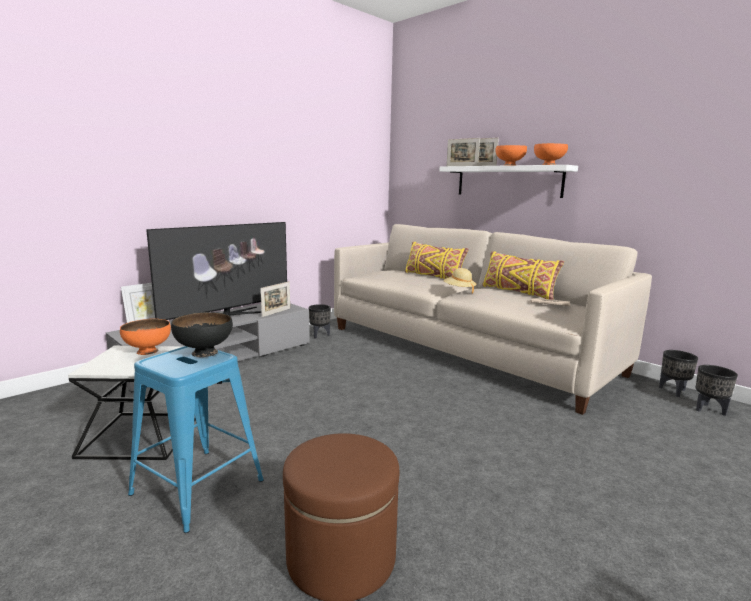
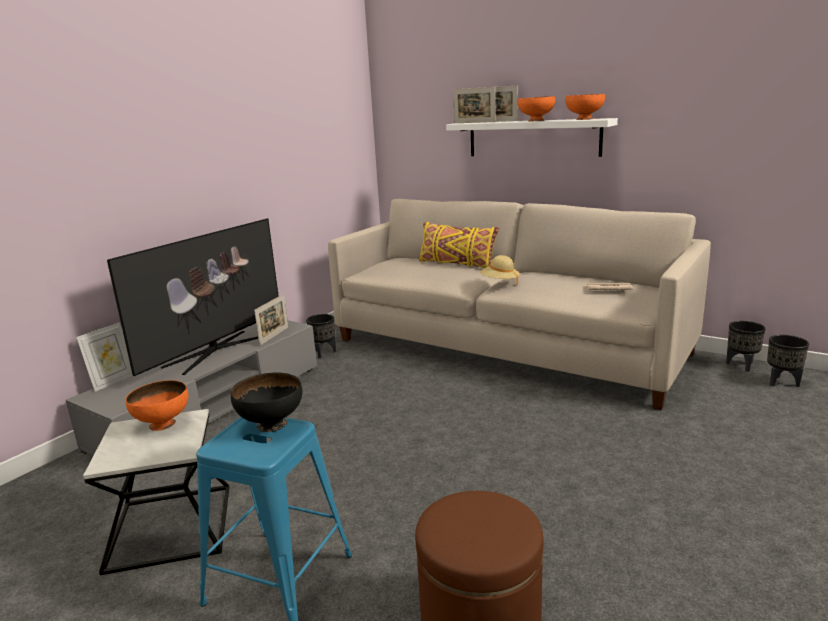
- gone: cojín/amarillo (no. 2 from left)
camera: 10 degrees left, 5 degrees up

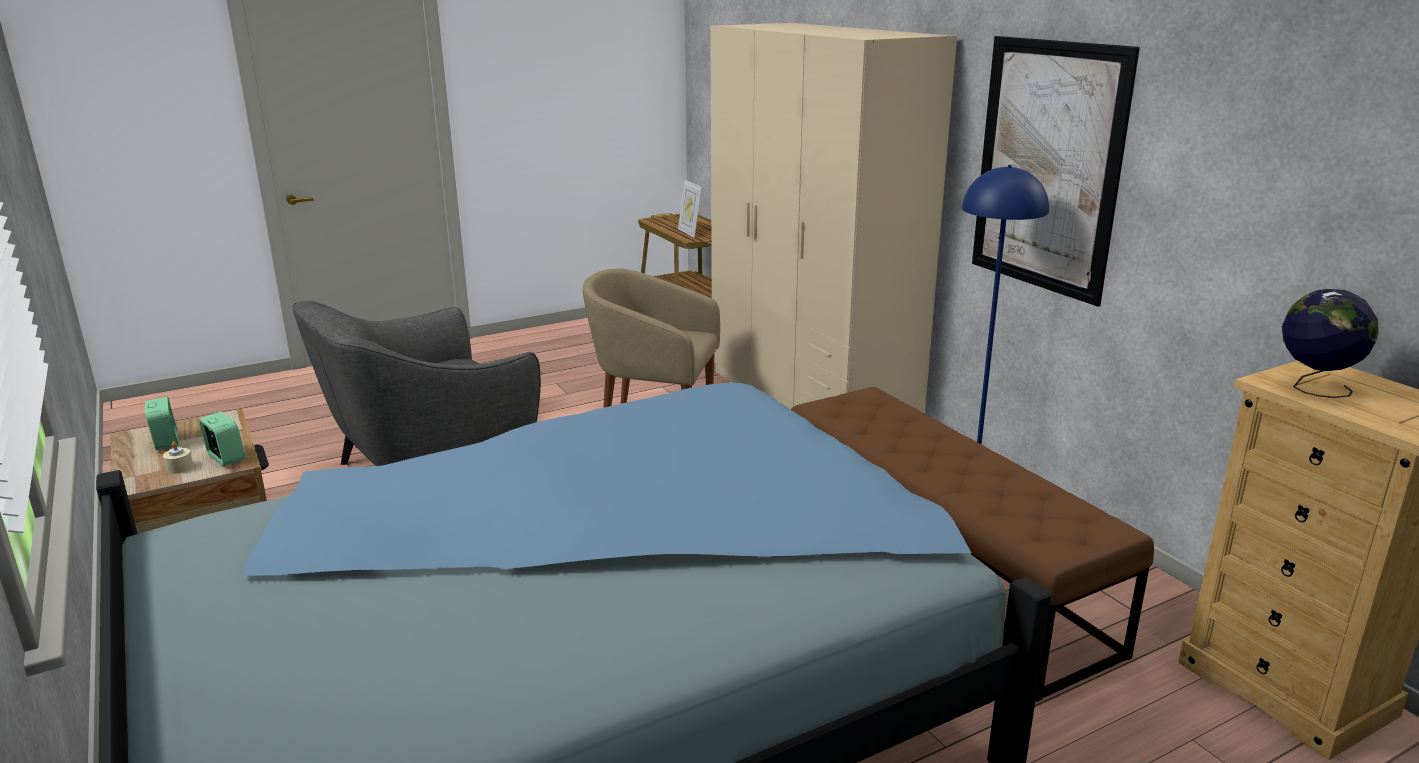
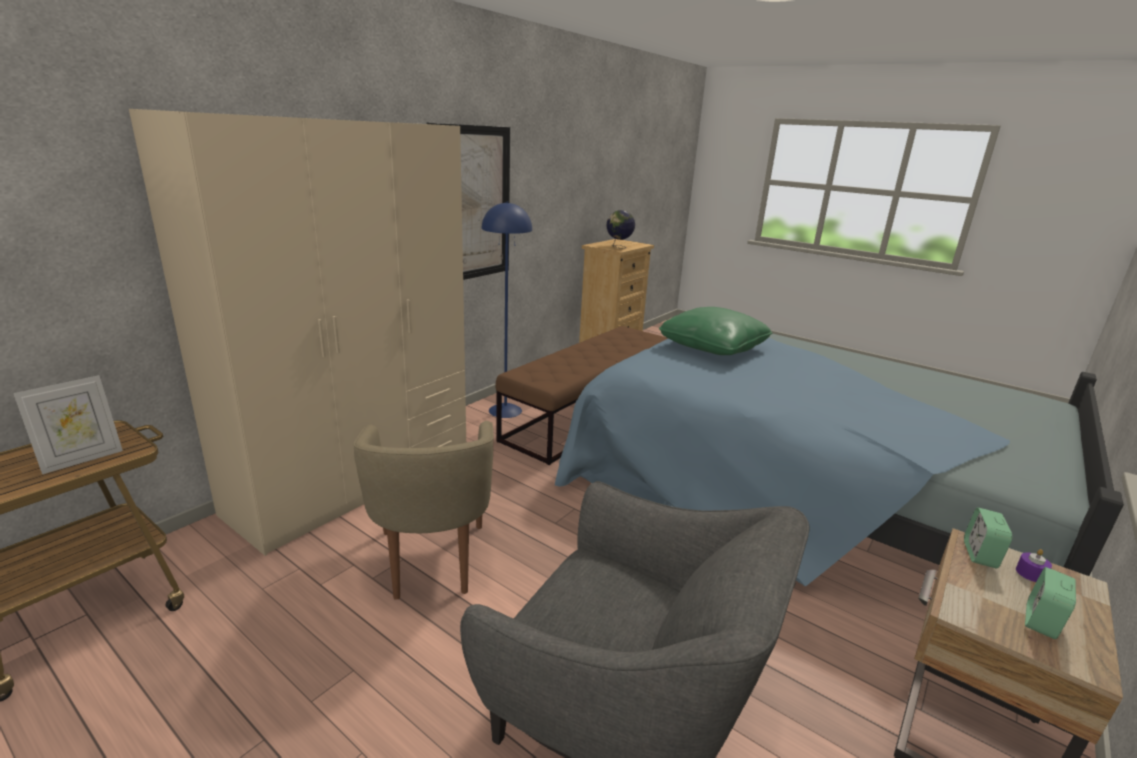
- repainted: vela/beis to vela/morado
- new: cojín/verde
camera: 115 degrees left, 0 degrees up

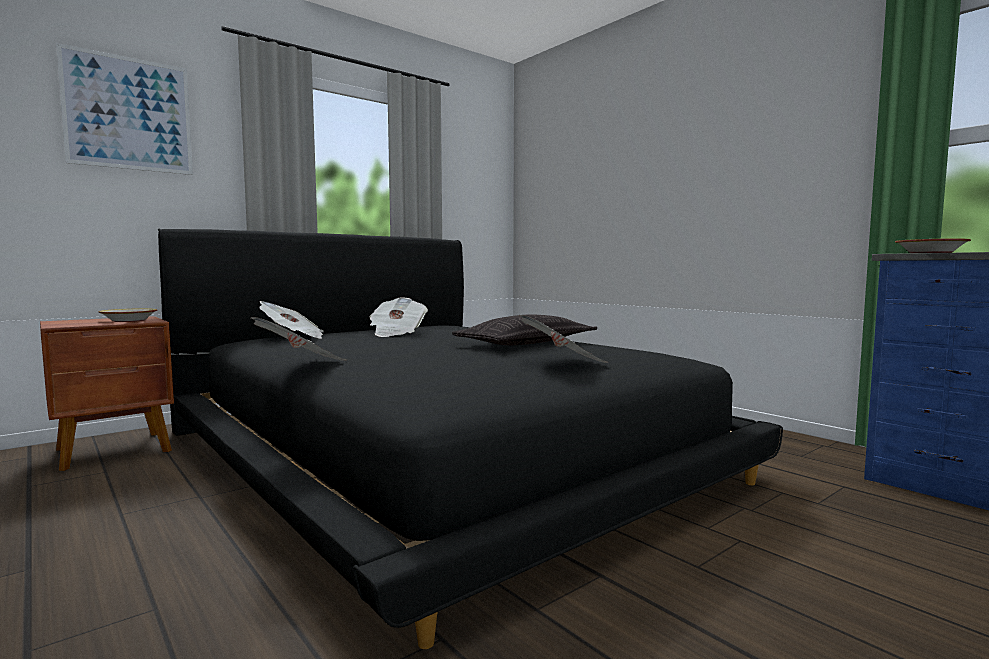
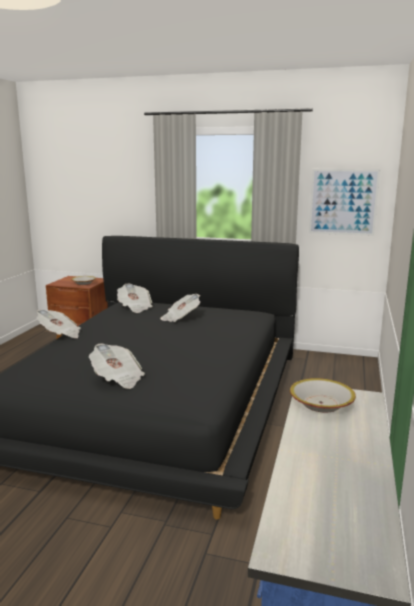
- shifted: cuadro
- gone: cojín
camera: 55 degrees right, 10 degrees up

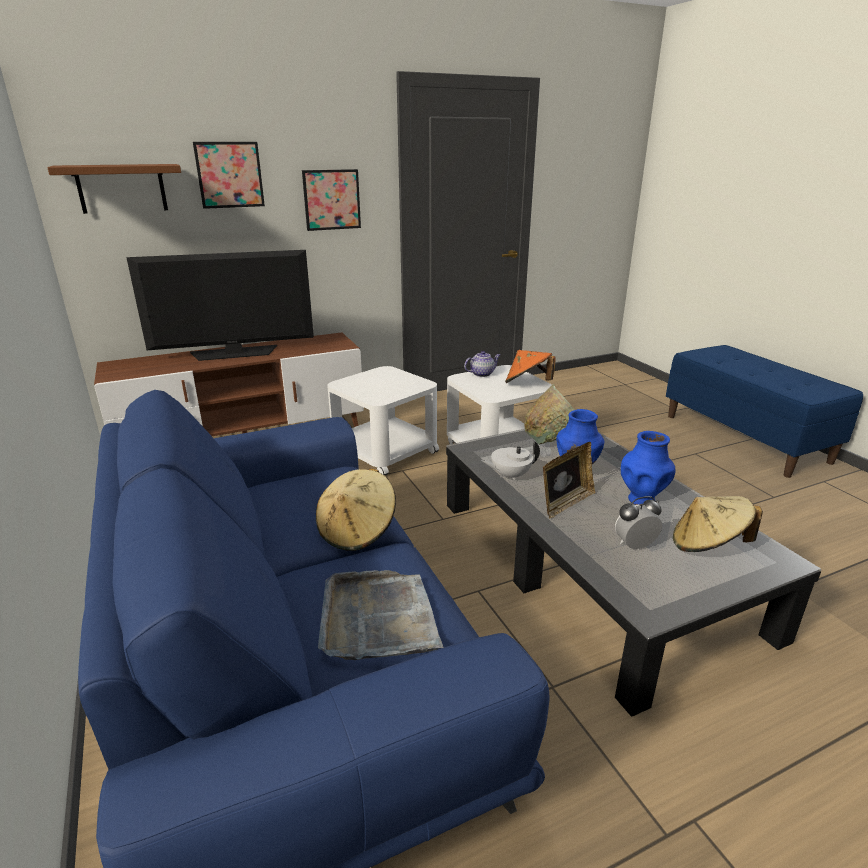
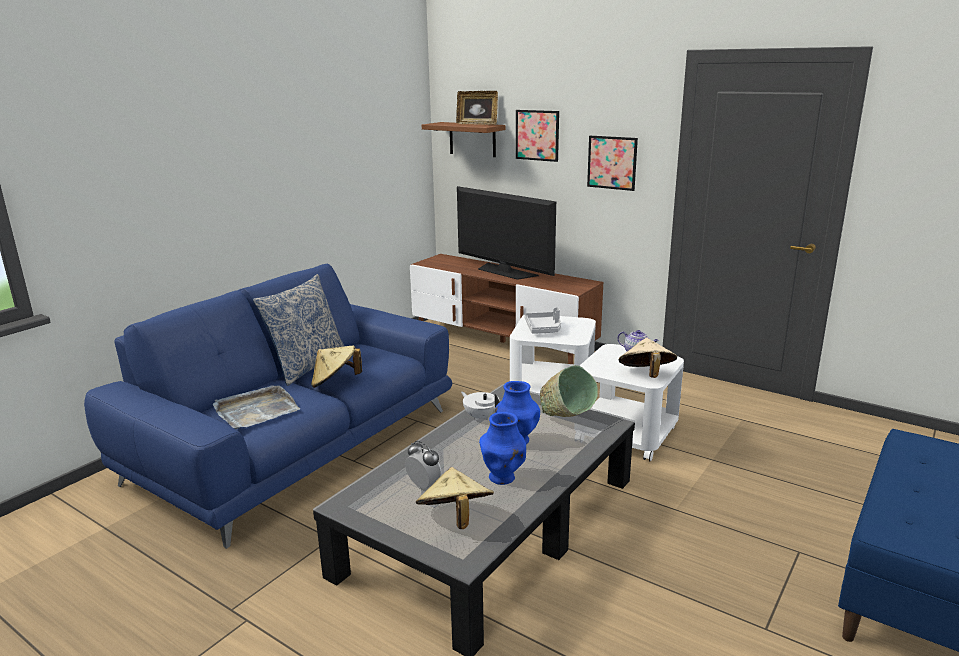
- repainted: sombrero/naranja to sombrero/beis (no. 3 from left)
- shifted: portarretratos
- new: cojín
- new: bandeja/gris (no. 2 from left)
camera: 60 degrees right, 5 degrees down

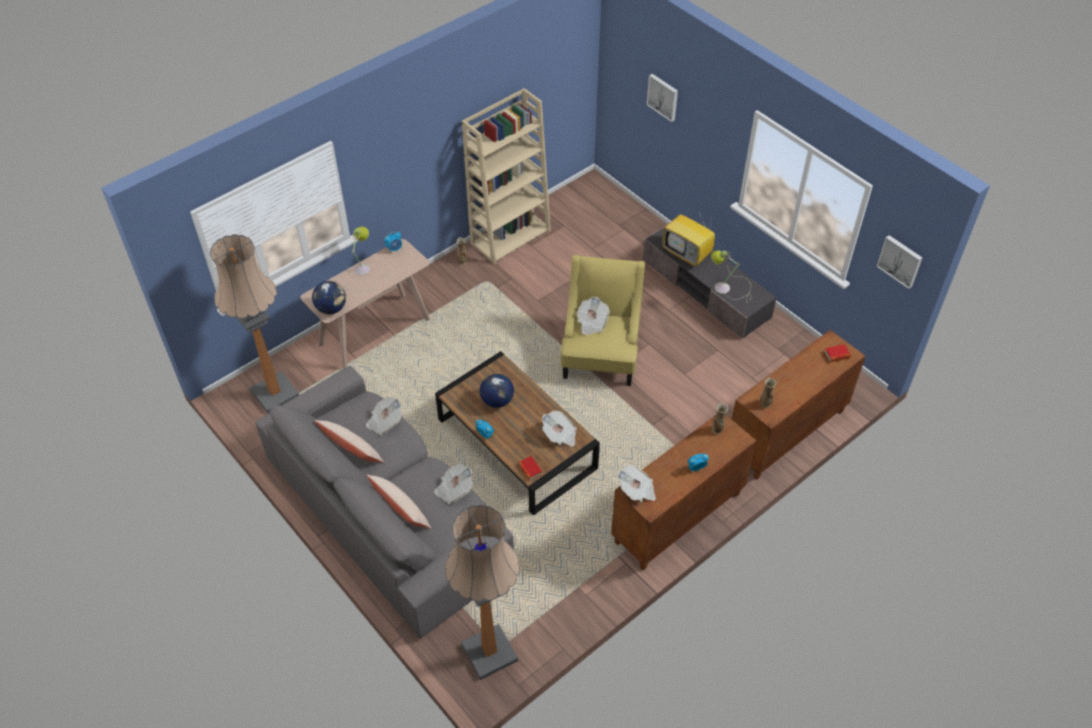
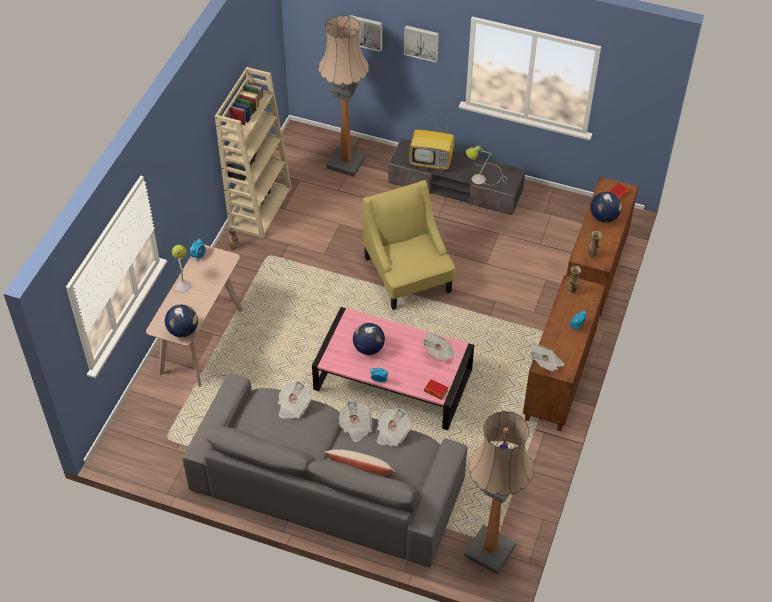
- shifted: lámpara de pie (no. 1 from left)
- shifted: cuadro (no. 2 from left)
- shifted: periódico (no. 4 from left in the first image) to periódico (no. 2 from left)
- repainted: mesa de centro/marrón to mesa de centro/rosa
- gone: cojín/beis (no. 1 from left)
- new: globo terráqueo (no. 3 from left)
camera: 30 degrees left, 0 degrees up

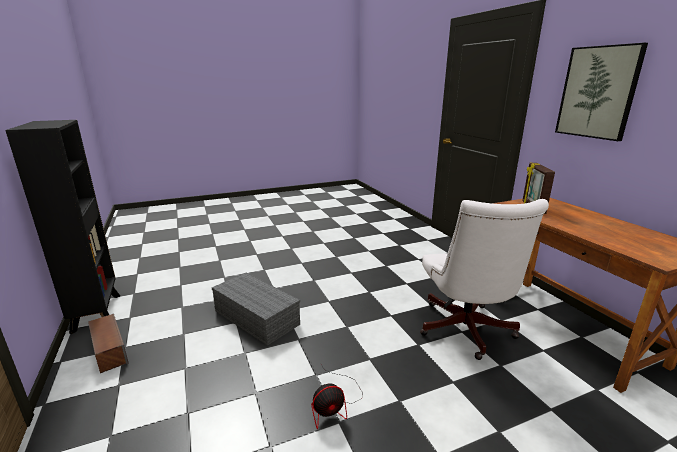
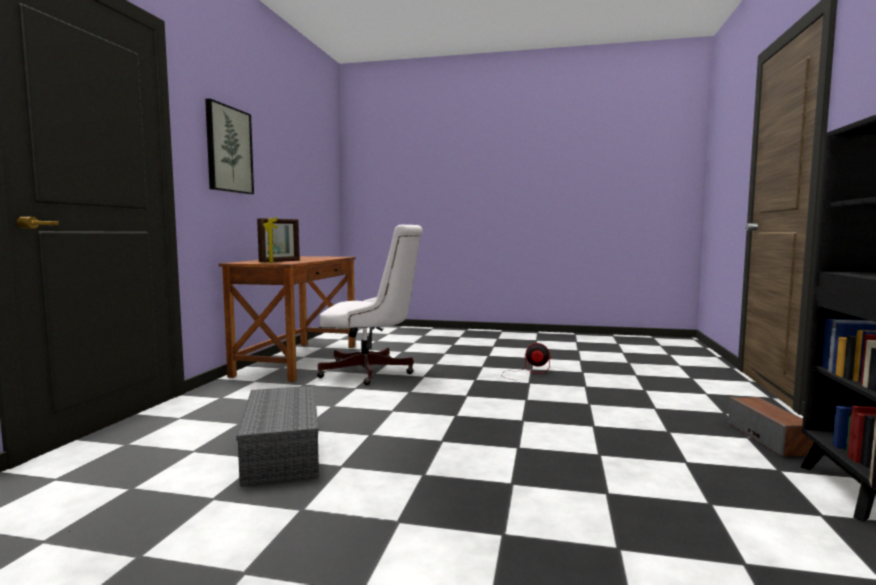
- rotated: silla de oficina/blanco 60 degrees clockwise
- shifted: caja de almacenaje/gris
camera: 145 degrees left, 15 degrees down

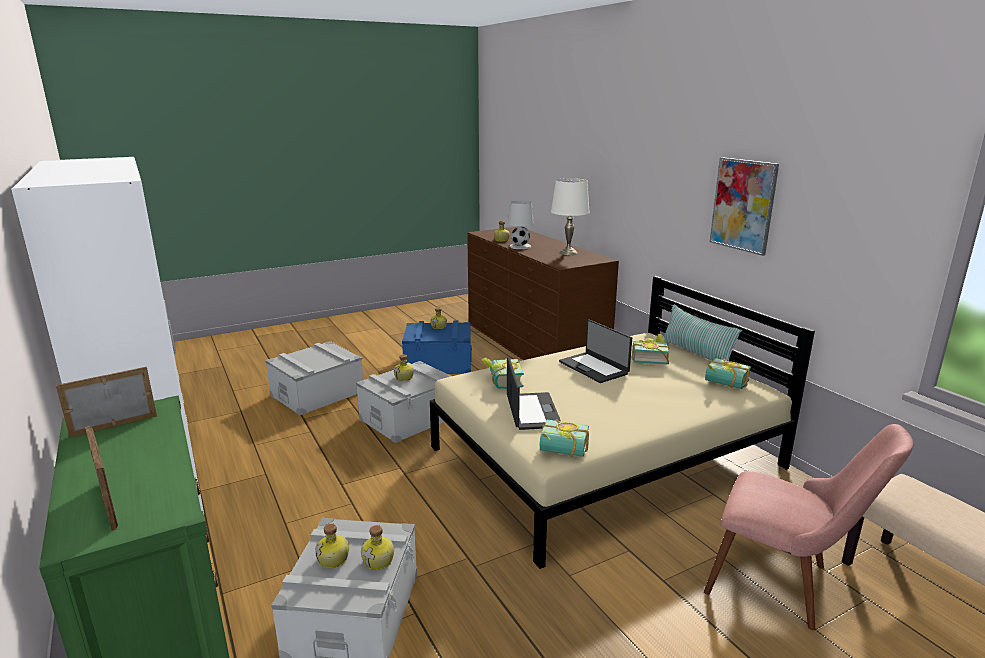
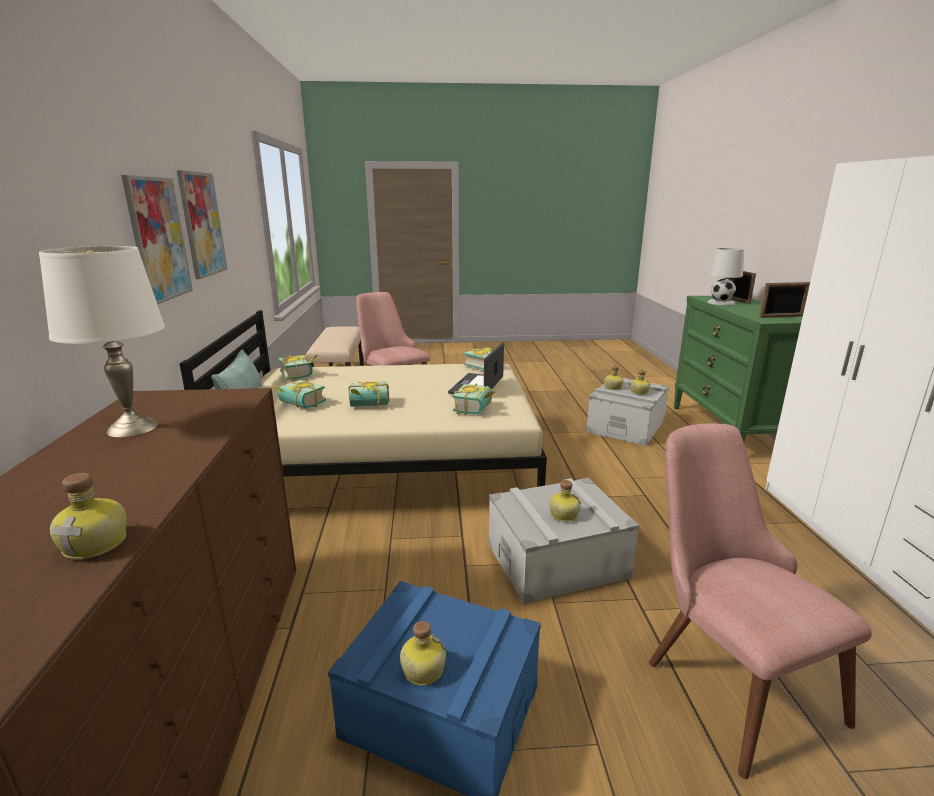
- shifted: lámpara de mesa/blanco (no. 1 from left in the first image) to lámpara de mesa/blanco (no. 2 from left)
- swapped: portátil (no. 2 from left) to libro (no. 3 from left)
- swapped: caja de almacenaje/gris (no. 1 from left) to silla/rosa (no. 2 from left)
- new: cuadro (no. 1 from left)
camera: 155 degrees left, 0 degrees up

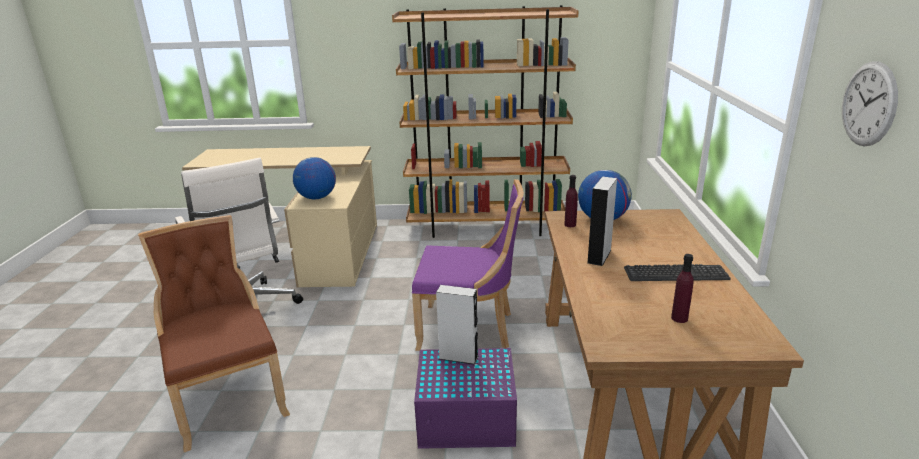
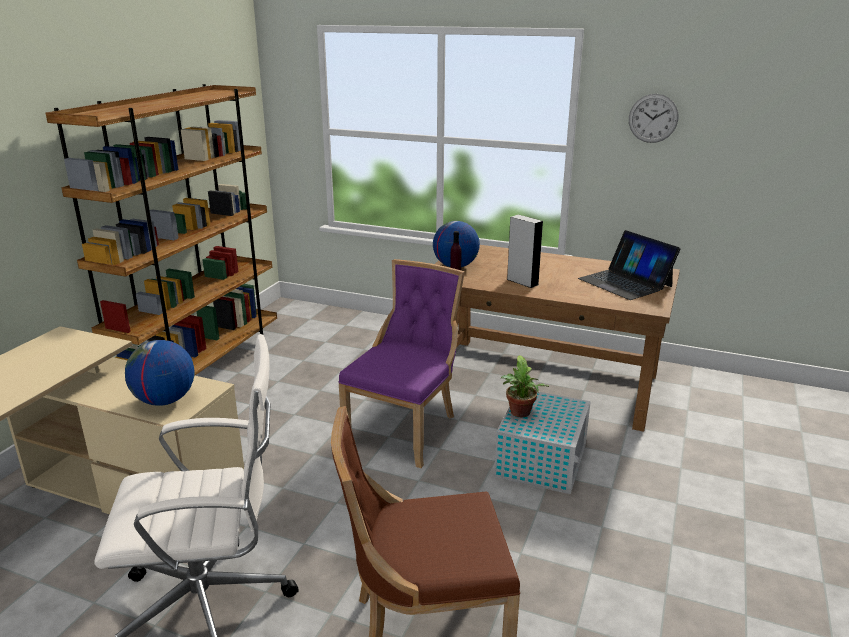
- swapped: botella/morado (no. 2 from left) to portátil
- gone: teclado
- swapped: altavoz/gris (no. 1 from left) to planta en maceta
- repainted: caja de almacenaje/morado to caja de almacenaje/blanco
camera: 70 degrees left, 0 degrees up

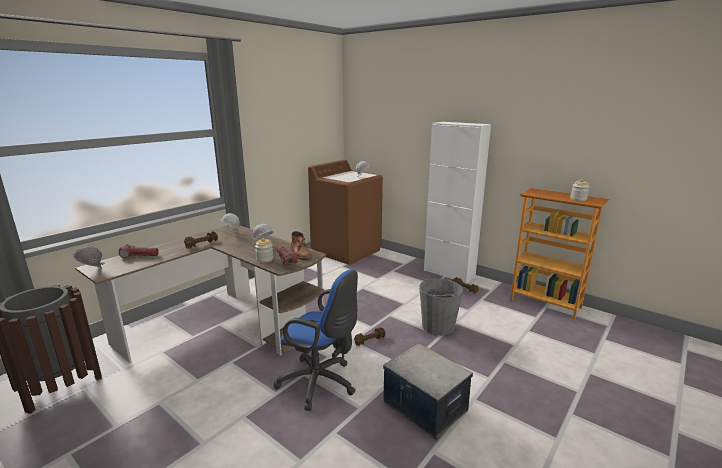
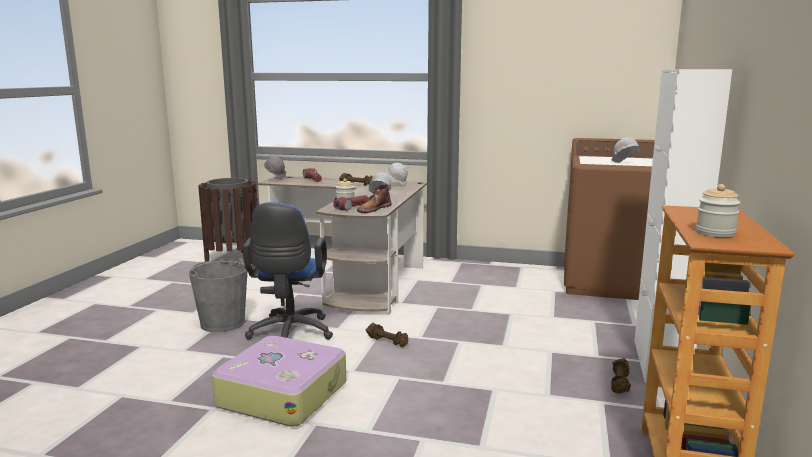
- shifted: cubo/gris
- swapped: caja de almacenaje to maleta
camera: 65 degrees right, 5 degrees down

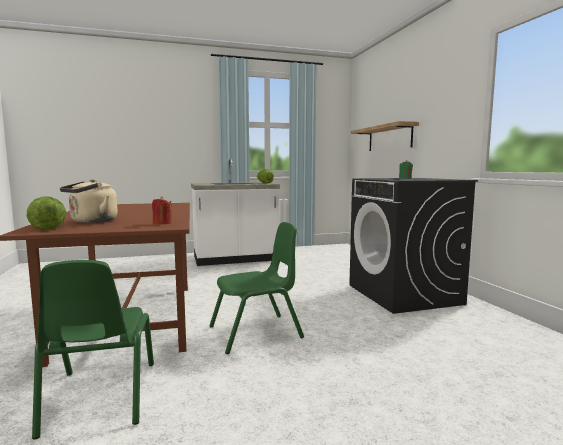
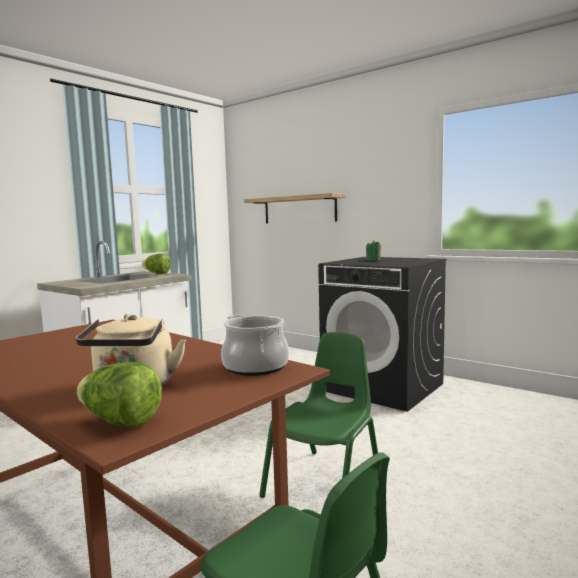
- swapped: vela/rojo to olla
camera: 35 degrees left, 0 degrees up

